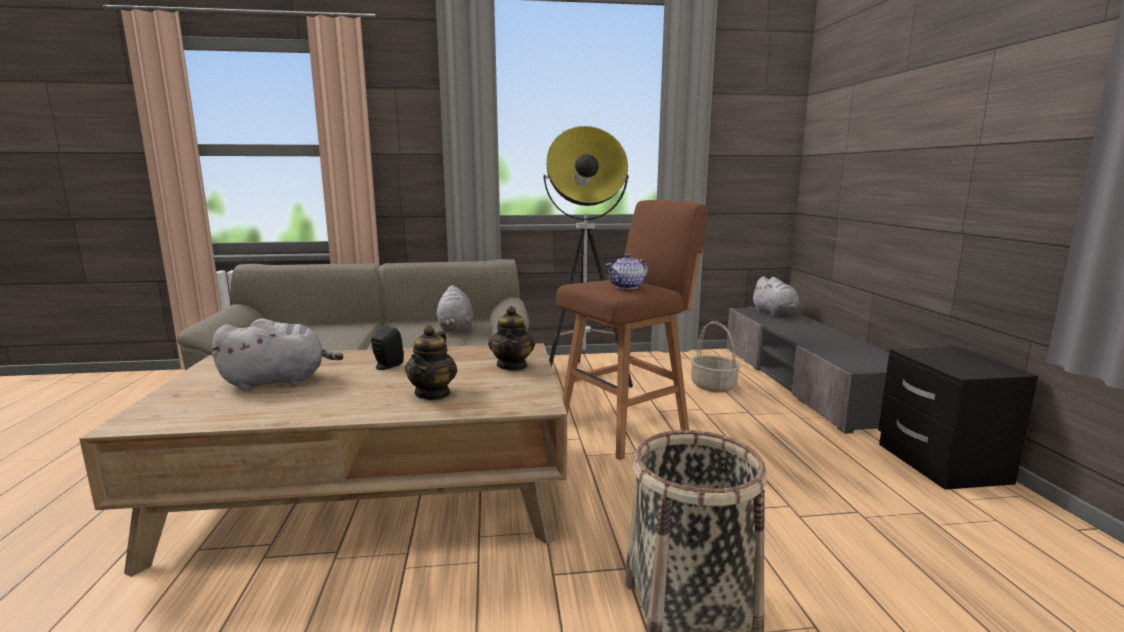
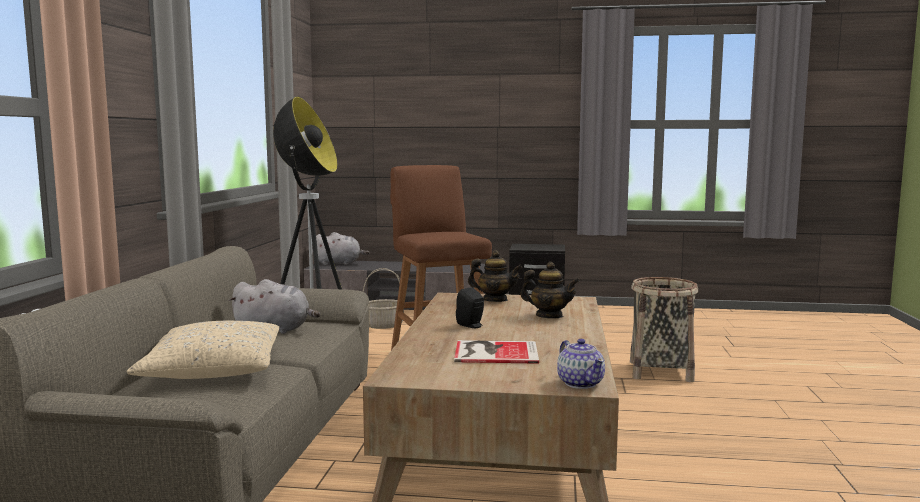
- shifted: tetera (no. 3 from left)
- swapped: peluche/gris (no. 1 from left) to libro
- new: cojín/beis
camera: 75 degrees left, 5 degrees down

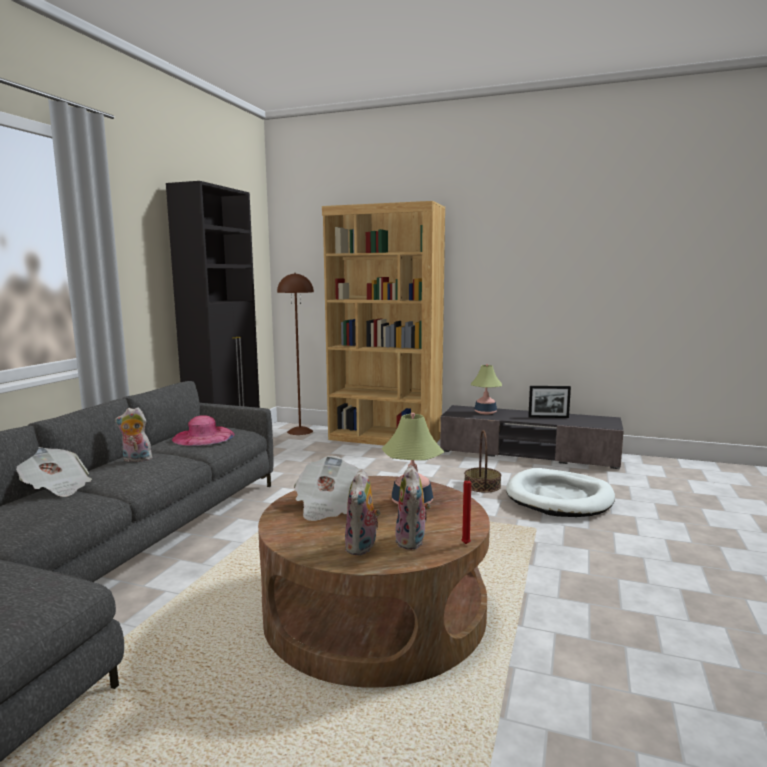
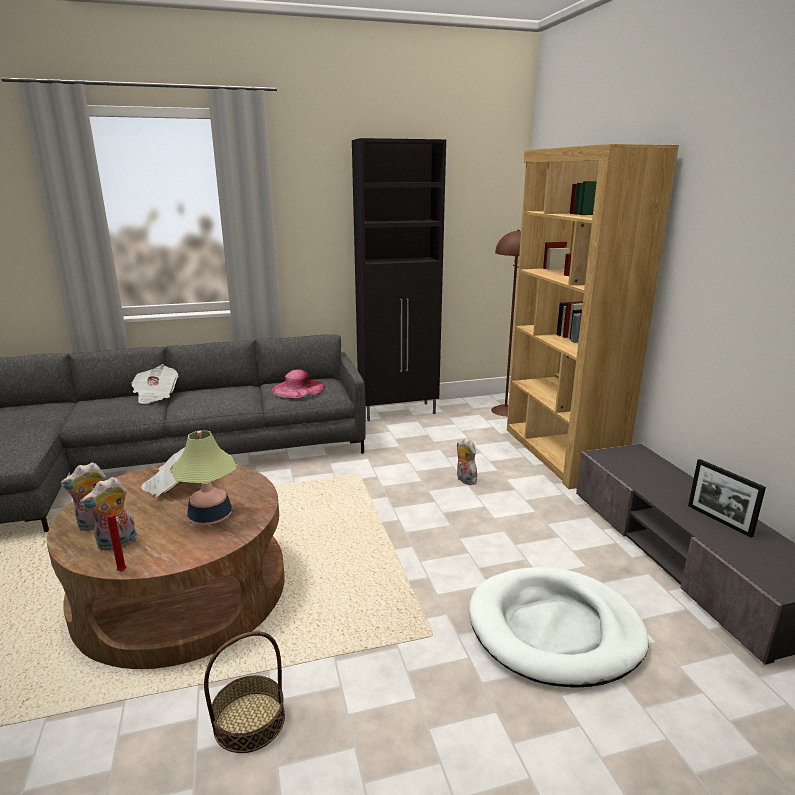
- gone: lámpara de mesa (no. 2 from left)
- shifted: peluche (no. 1 from left in the first image) to peluche (no. 3 from left)
- shifted: cesta
camera: 55 degrees right, 10 degrees up

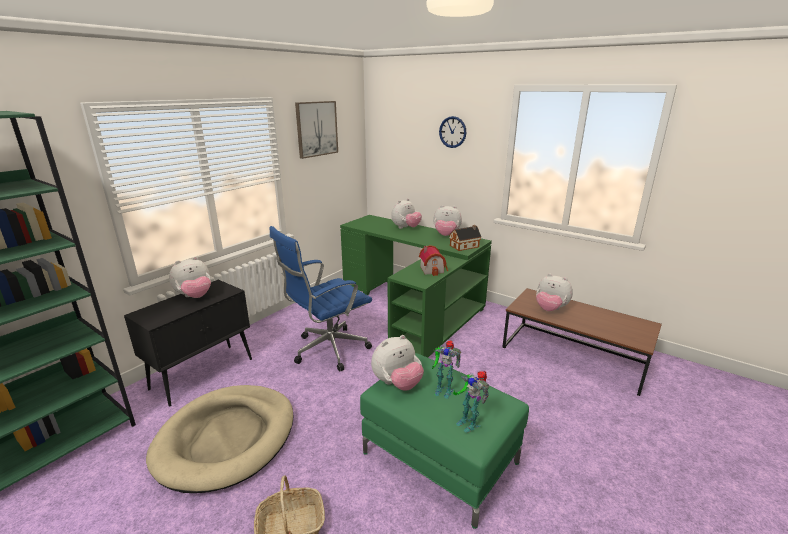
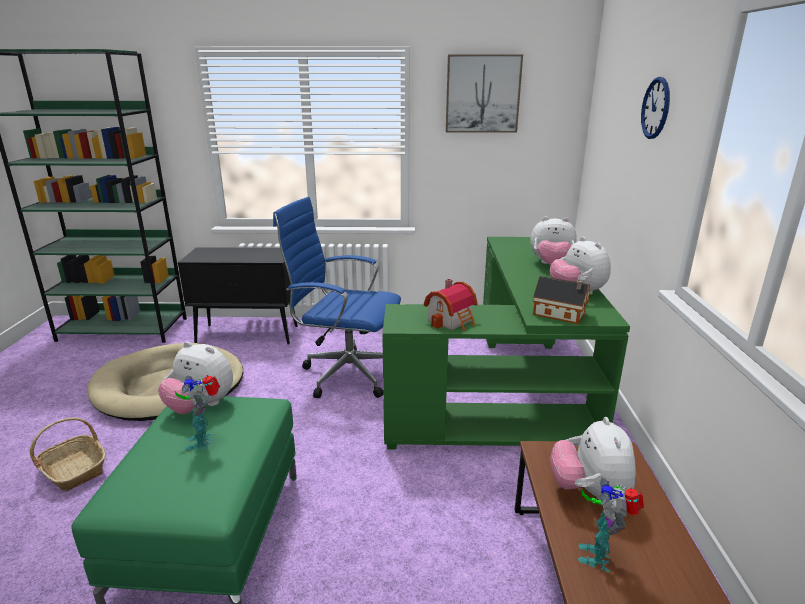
- gone: peluche (no. 1 from left)
- shifted: robot de juguete (no. 2 from left)
camera: 55 degrees right, 0 degrees up

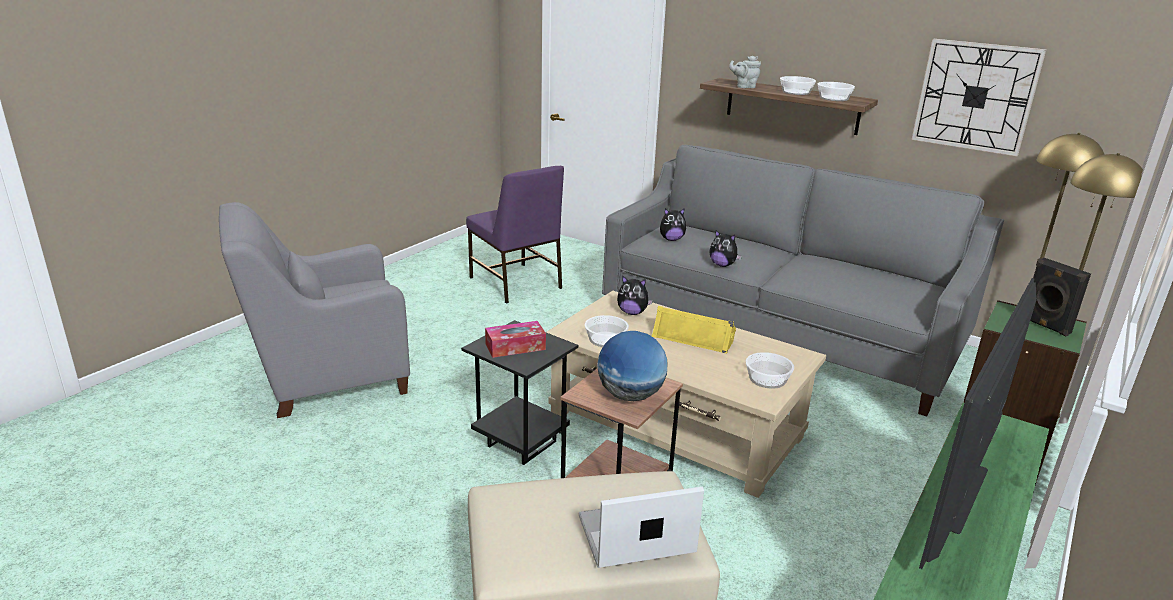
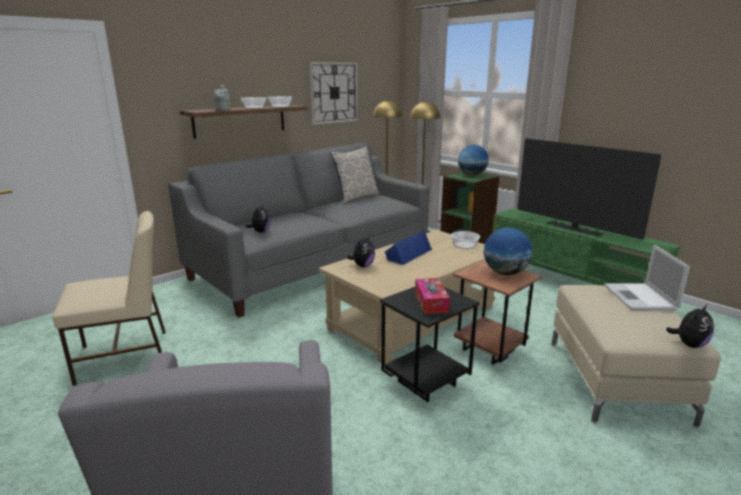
- repainted: silla/morado to silla/beis
- shifted: peluche (no. 3 from left)
- swapped: altavoz/negro to globo terráqueo (no. 1 from left)
- repainted: altavoz/amarillo to altavoz/azul
- gone: cuenco (no. 1 from left)
- new: cojín
camera: 75 degrees left, 5 degrees down

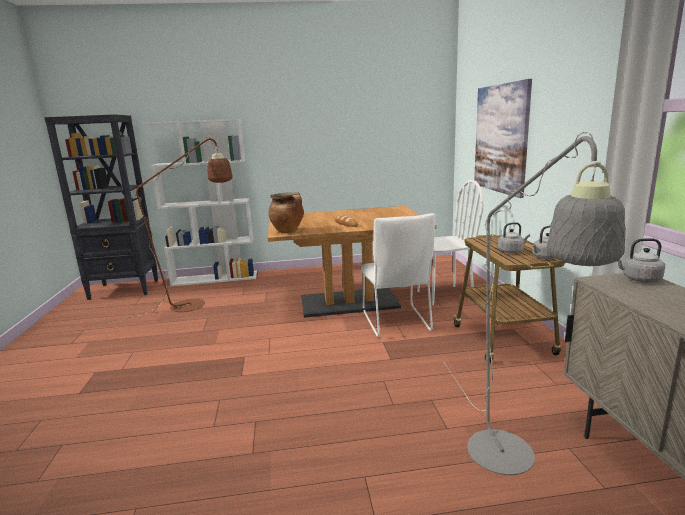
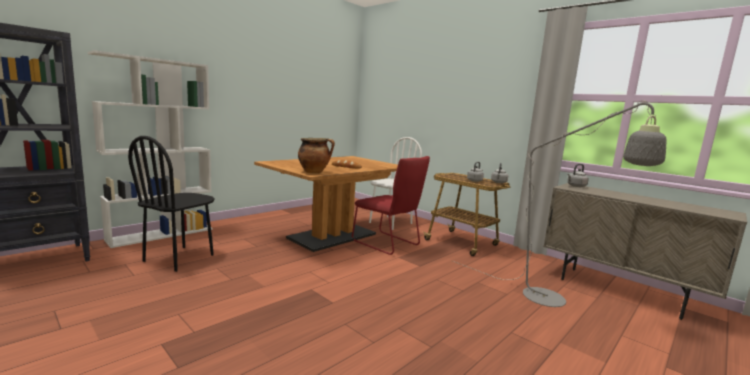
- gone: cuadro
- swapped: lámpara de pie/marrón to silla/negro
- repainted: silla/blanco (no. 1 from left) to silla/rojo
camera: 40 degrees left, 5 degrees down

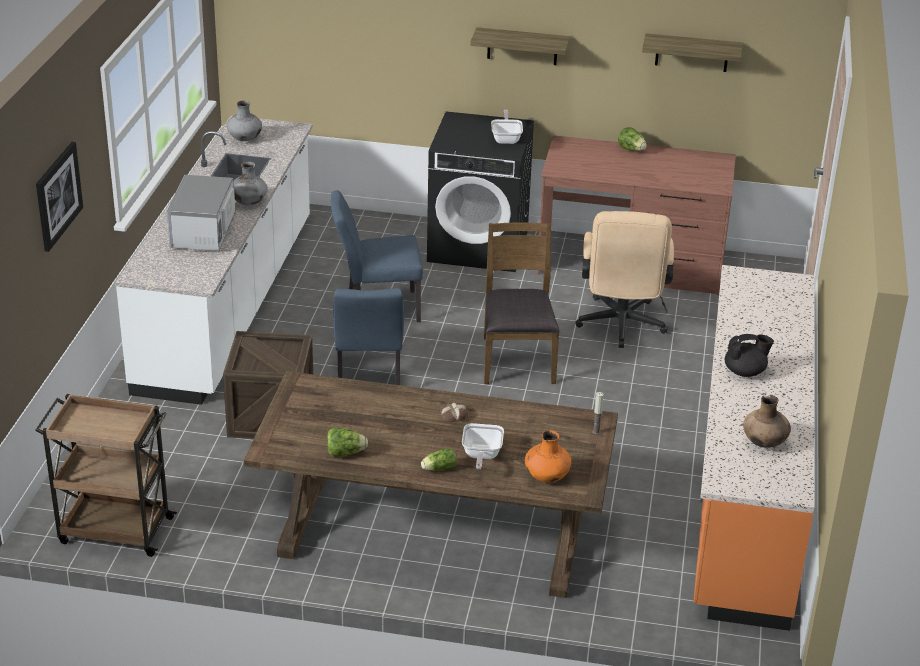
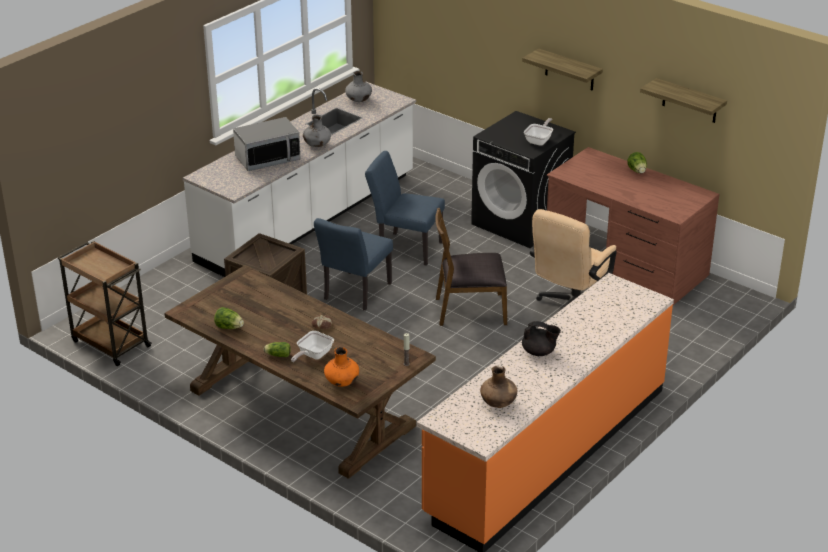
- gone: cuadro
- rotated: microondas 150 degrees counterclockwise
- rotated: silla/marrón 120 degrees counterclockwise
camera: 30 degrees right, 0 degrees up

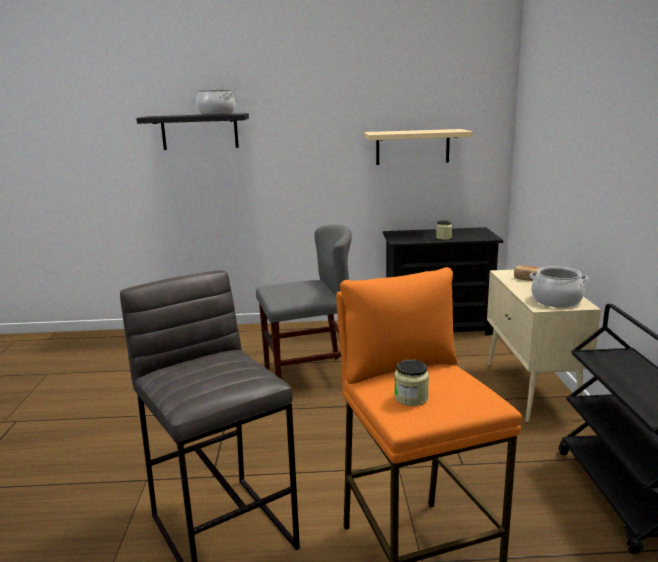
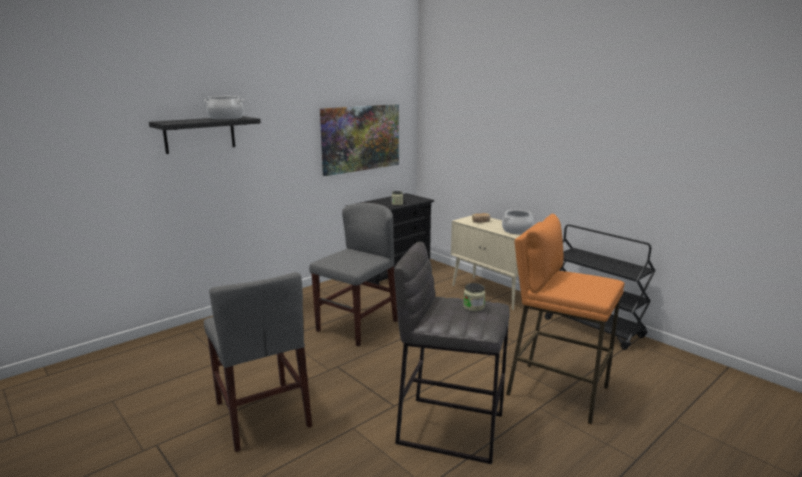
- swapped: estante/beis to cuadro
- shifted: tarro (no. 1 from left in the first image) to tarro (no. 2 from left)
- new: silla/gris (no. 1 from left)
camera: 40 degrees left, 0 degrees up

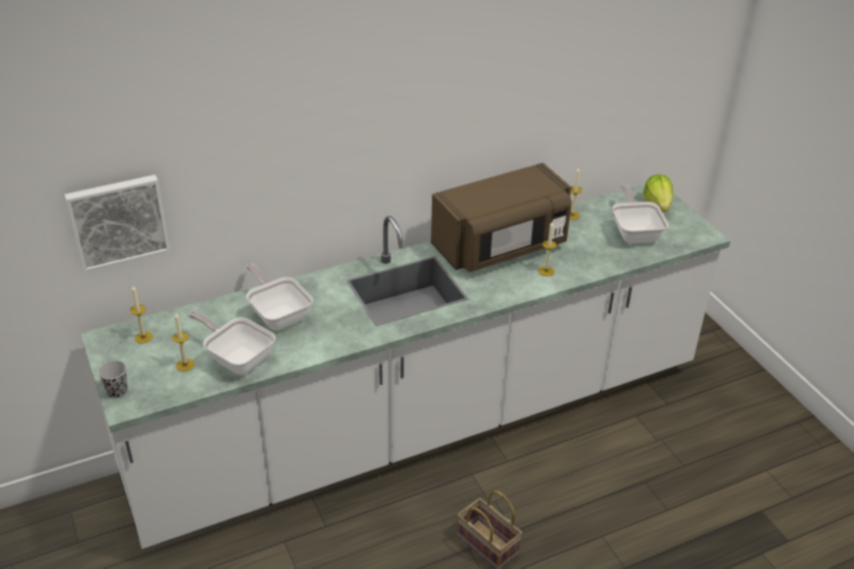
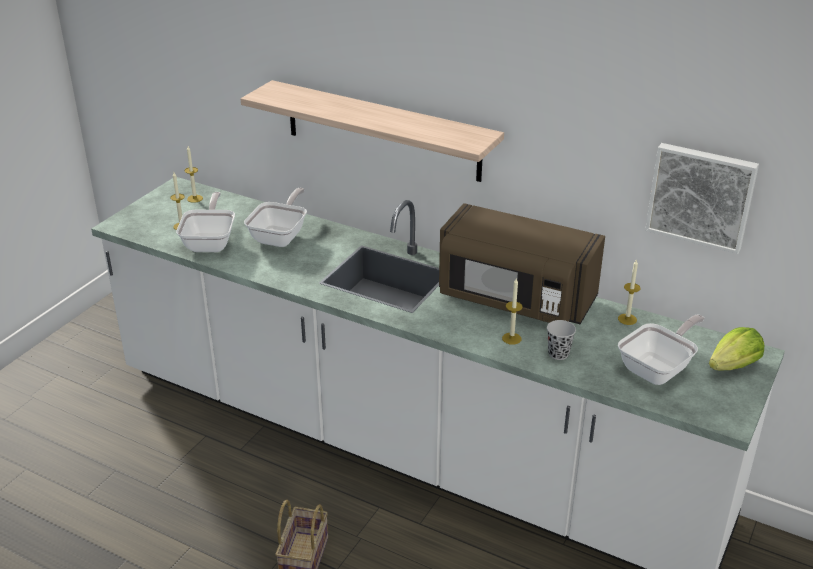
- shifted: cuadro
- shifted: taza/negro
- new: estante
camera: 55 degrees right, 5 degrees down

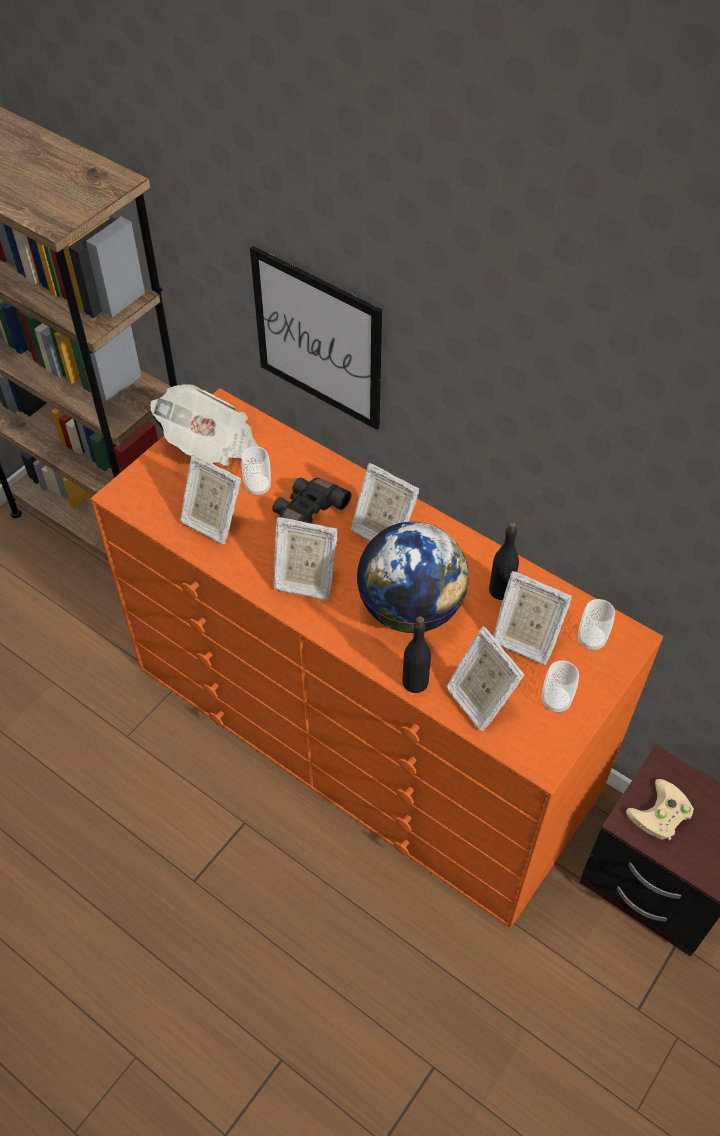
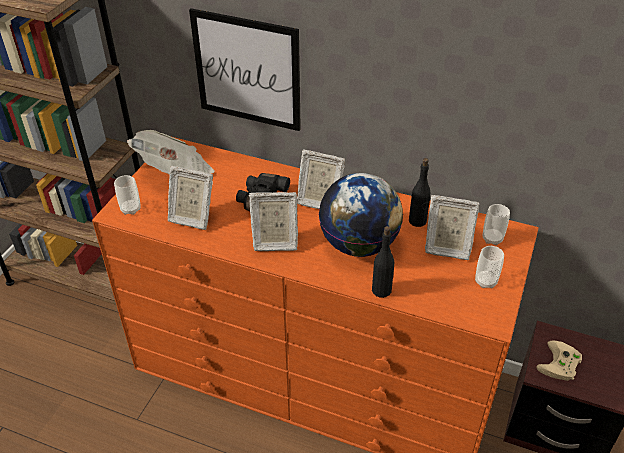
- shifted: taza (no. 1 from left)
- gone: portarretratos (no. 4 from left)
camera: 15 degrees left, 10 degrees down

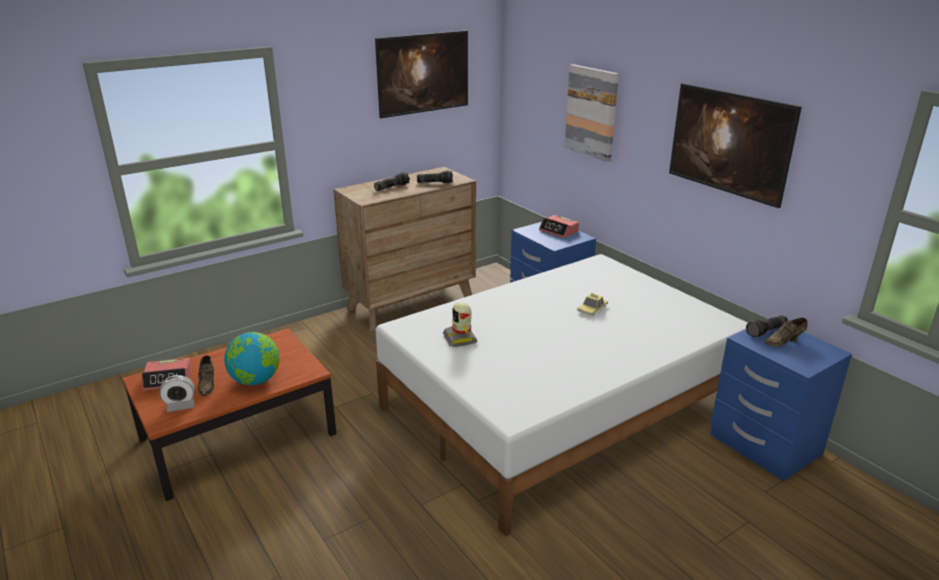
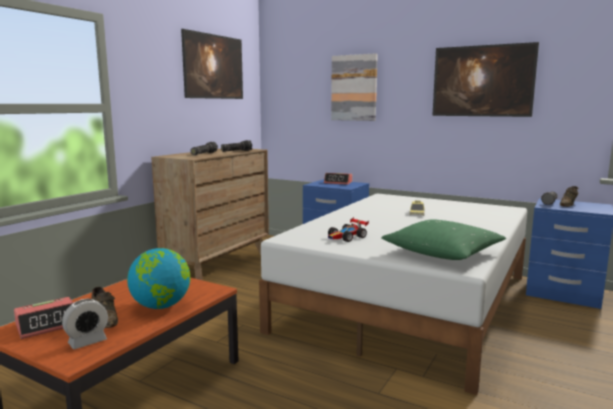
- swapped: robot de juguete to coche de juguete (no. 1 from left)
- new: cojín/verde
camera: 25 degrees left, 15 degrees down

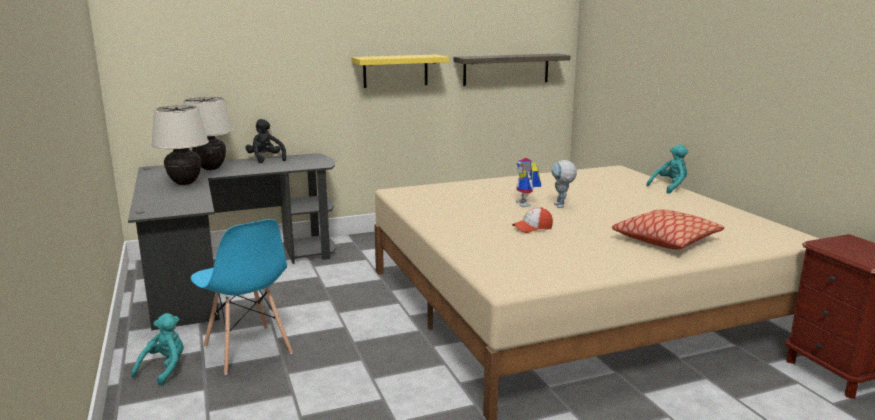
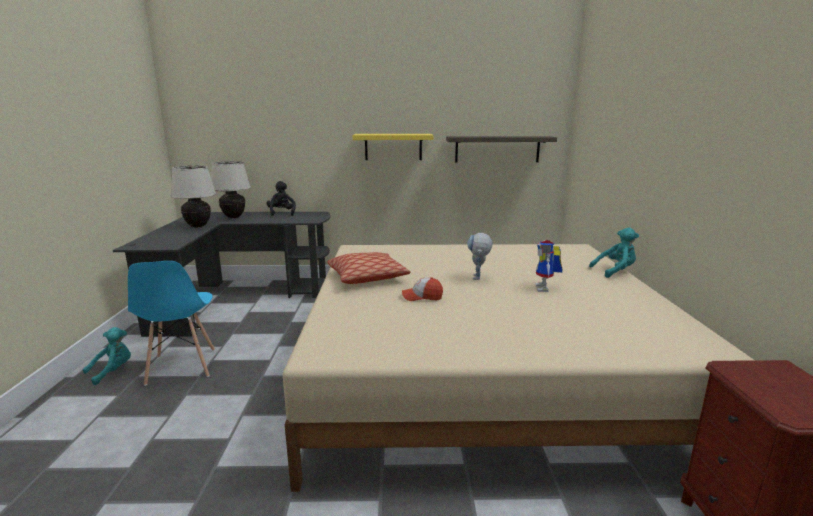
- shifted: robot de juguete (no. 1 from left in the first image) to robot de juguete (no. 2 from left)
- shifted: cojín
camera: 20 degrees right, 0 degrees up

